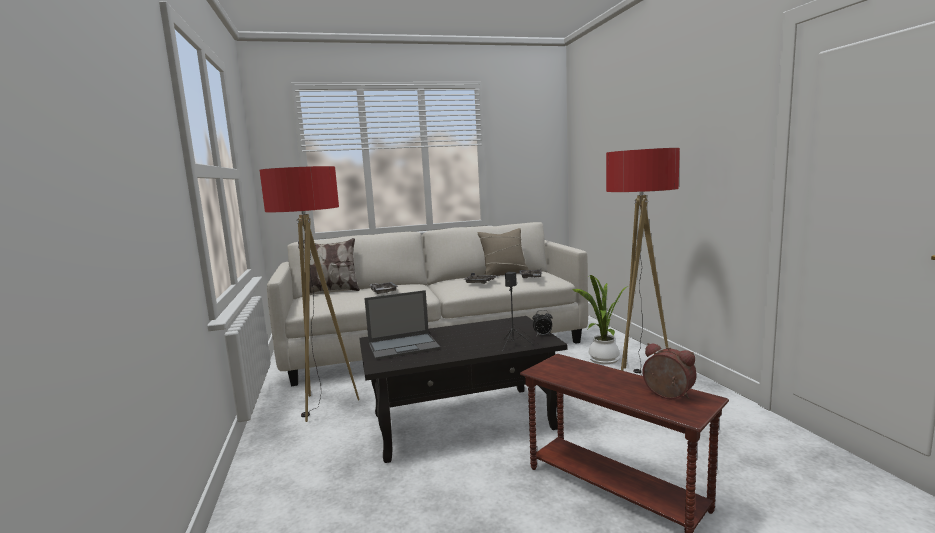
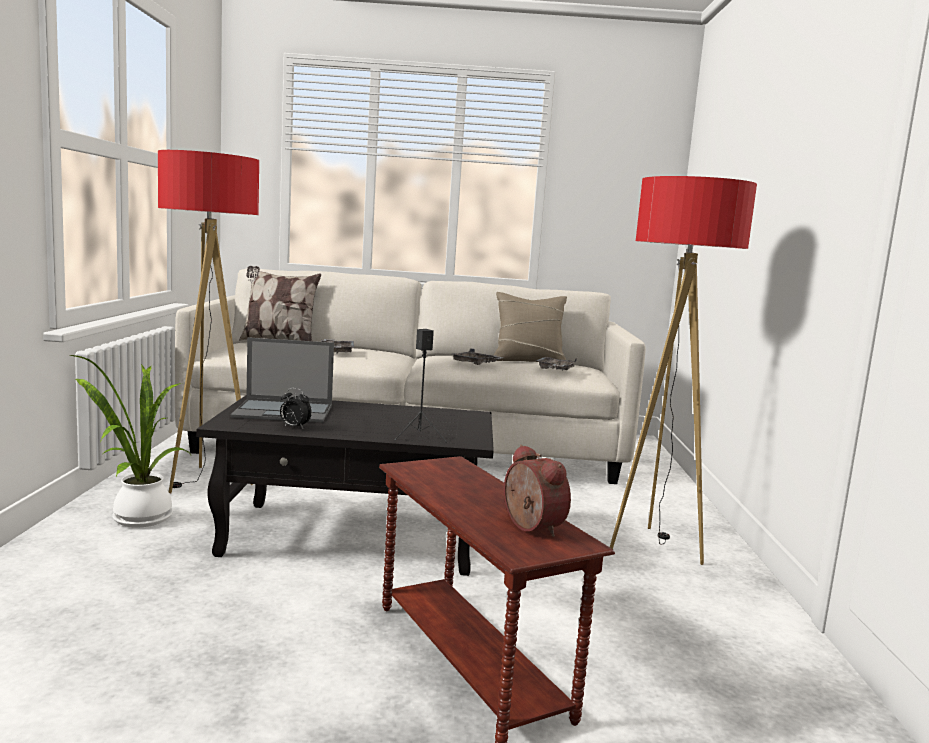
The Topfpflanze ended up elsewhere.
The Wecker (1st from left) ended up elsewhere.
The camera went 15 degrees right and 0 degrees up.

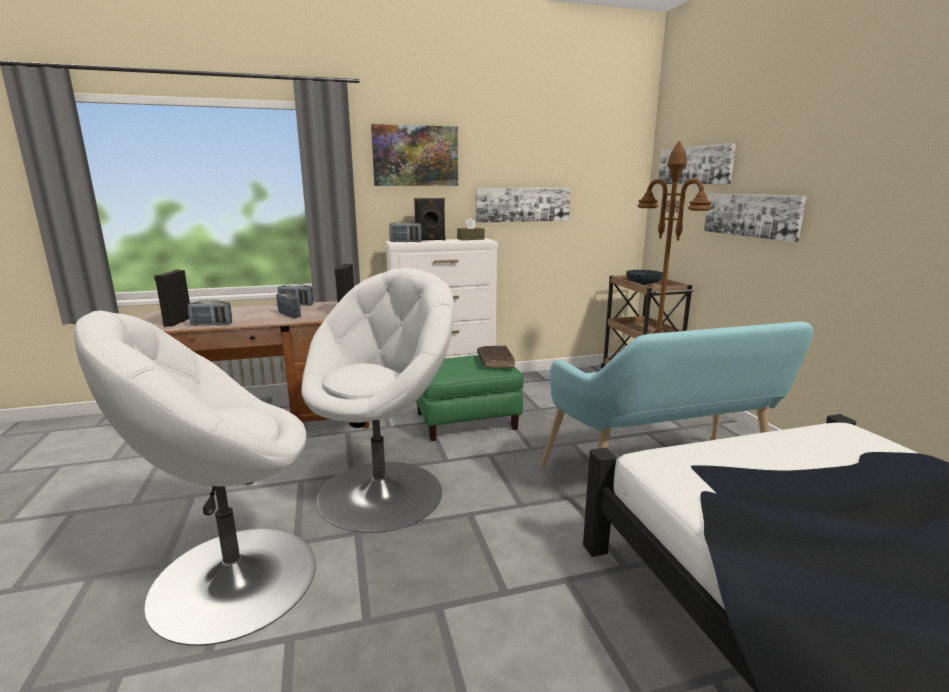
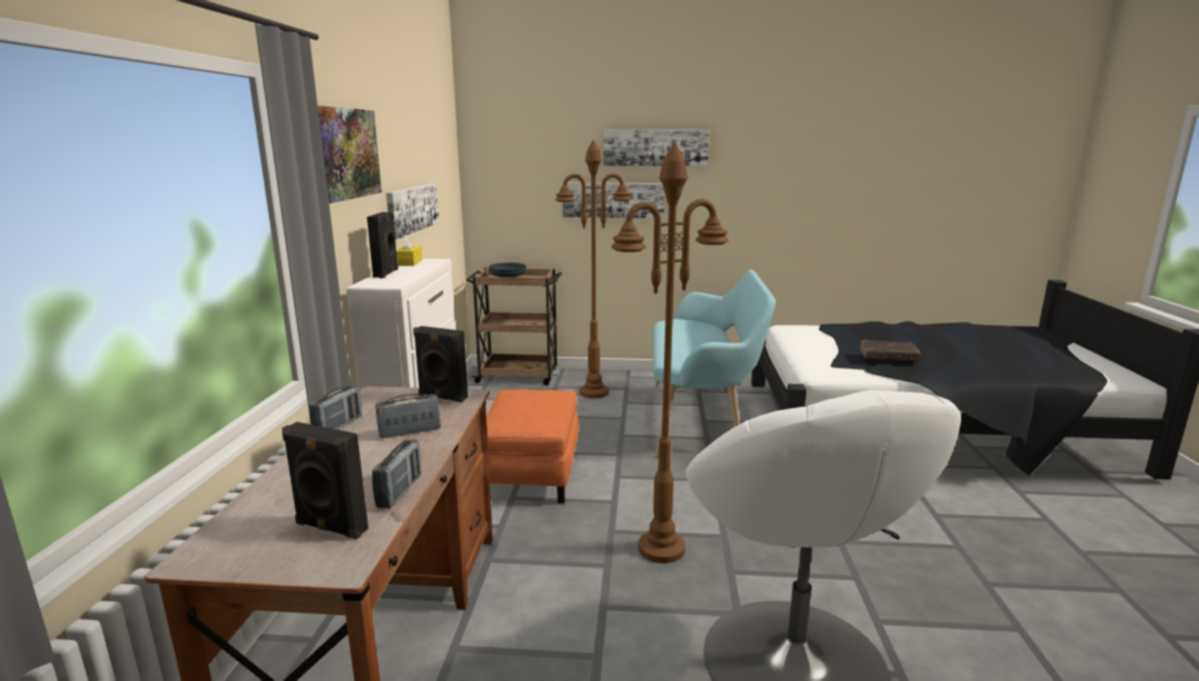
The Bild (3rd from left in the first image) ended up elsewhere.
What was the Taschentuchbox/braun turned into the Taschentuchbox/gelb.
The second view lost the Radio (4th from left).
Where the Sessel/weiß (2nd from left) stood, the Stehlampe/braun (2nd from left) came to stand.
The Buch/braun ended up elsewhere.
What was the Polsterhocker/grün turned into the Polsterhocker/orange.
The camera went 70 degrees left and 0 degrees up.

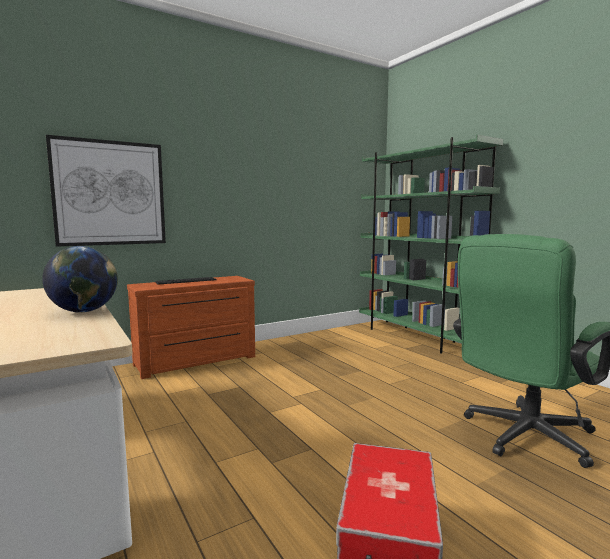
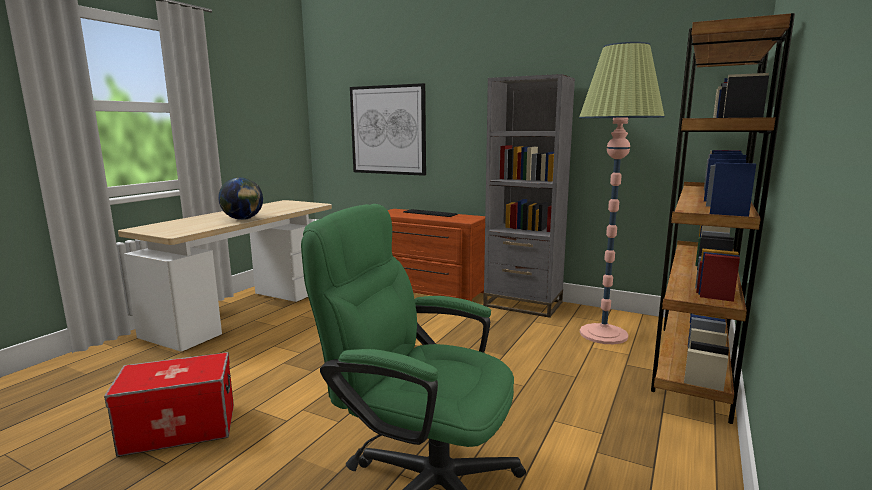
What was the Bücherregal/grün turned into the Bücherregal/braun.
The second view gained the Stehlampe.
The second view gained the Bücherregal/grau.
The camera went 60 degrees right and 5 degrees up.

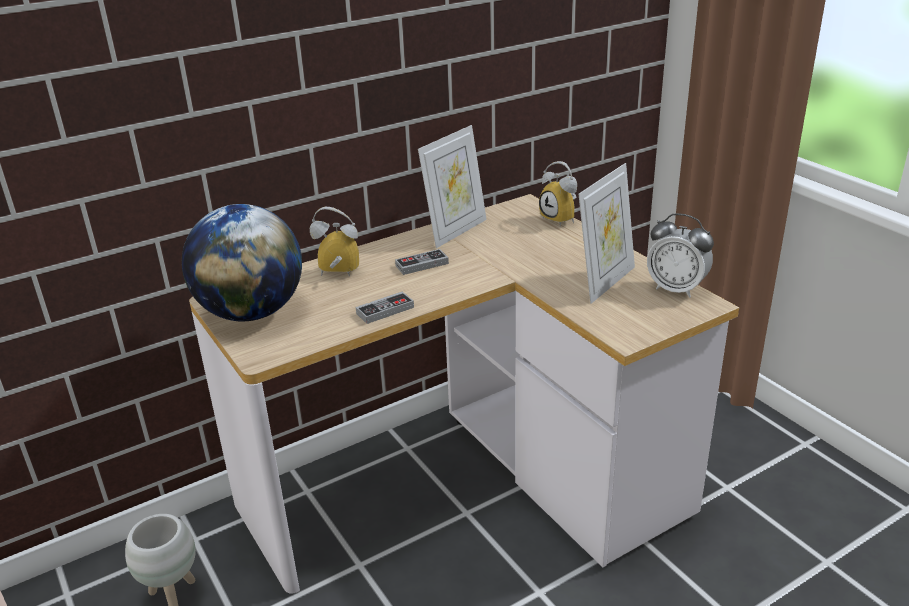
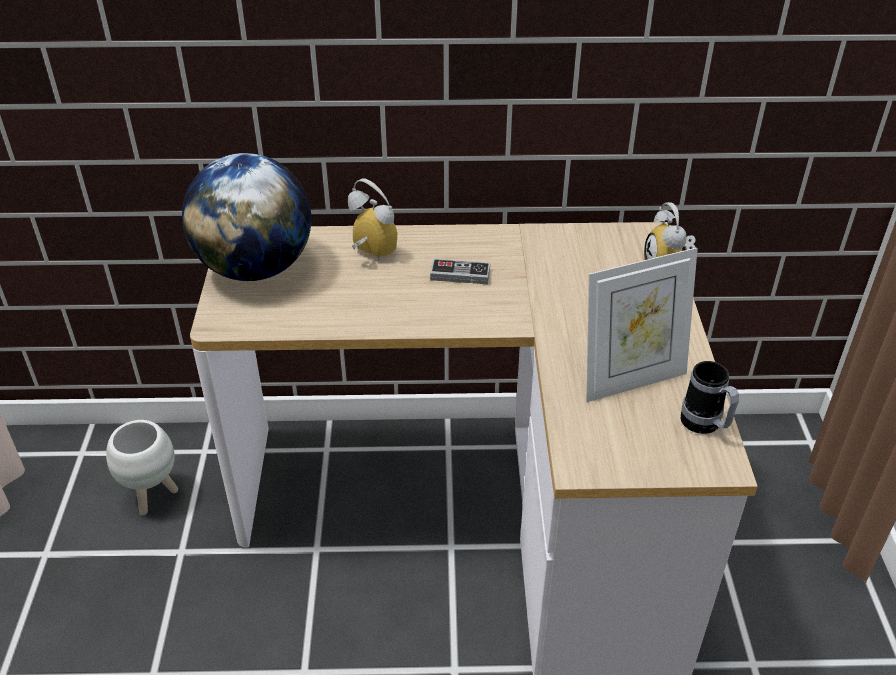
The second view lost the Bilderrahmen (1st from left).
Where the Wecker (3rd from left) stood, the Henkelbecher came to stand.
The second view lost the Gamepad (1st from left).
The camera went 30 degrees right and 10 degrees up.

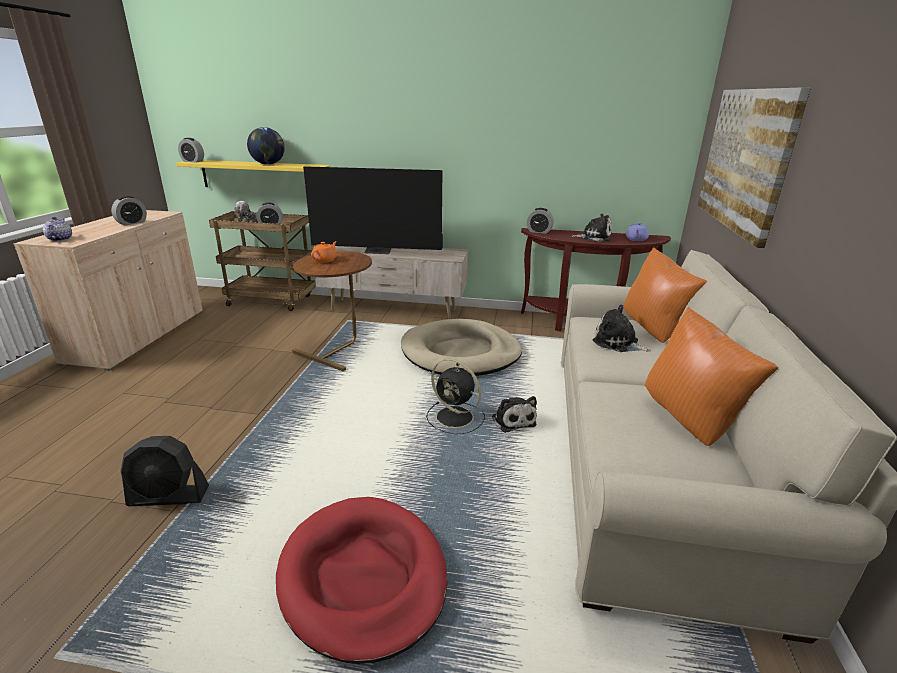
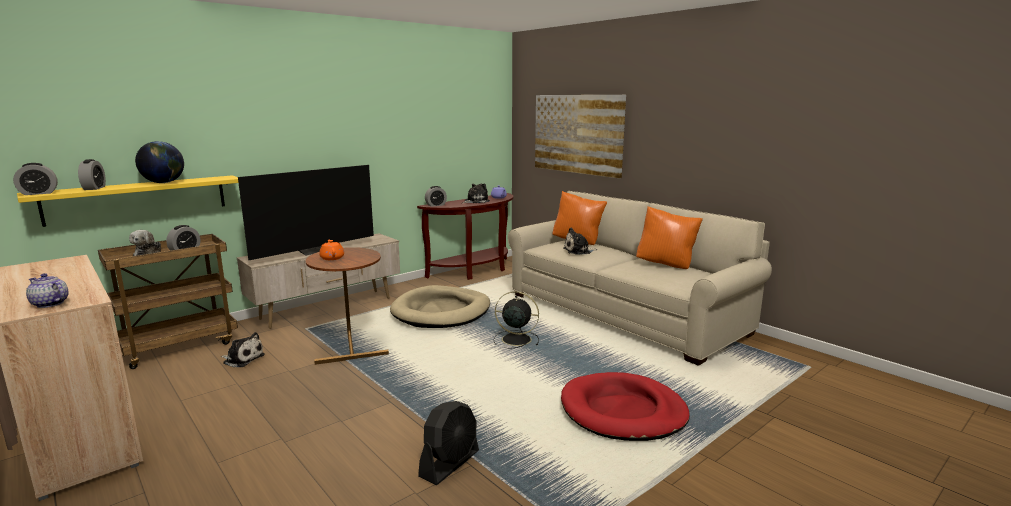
The Wecker (1st from left in the first image) ended up elsewhere.
The Ventilator/schwarz (2nd from left) ended up facing another way, 150 degrees counterclockwise from before.
The Plüschtier (2nd from left) ended up elsewhere.
The camera went 50 degrees left and 10 degrees down.

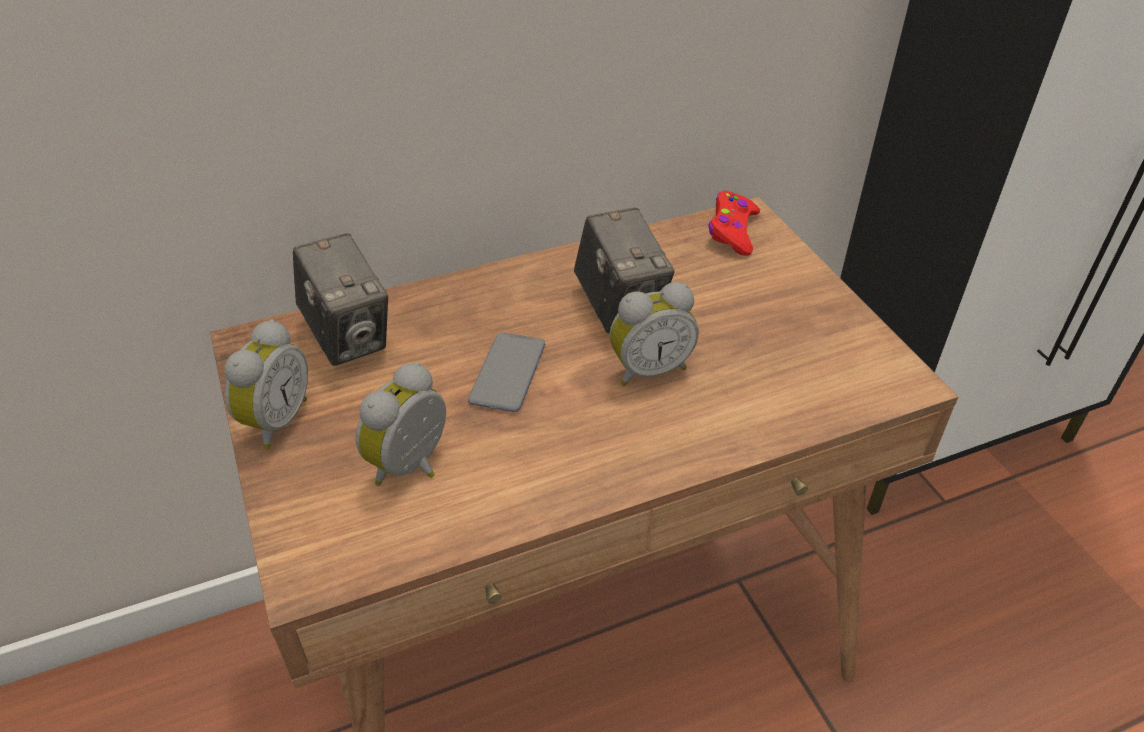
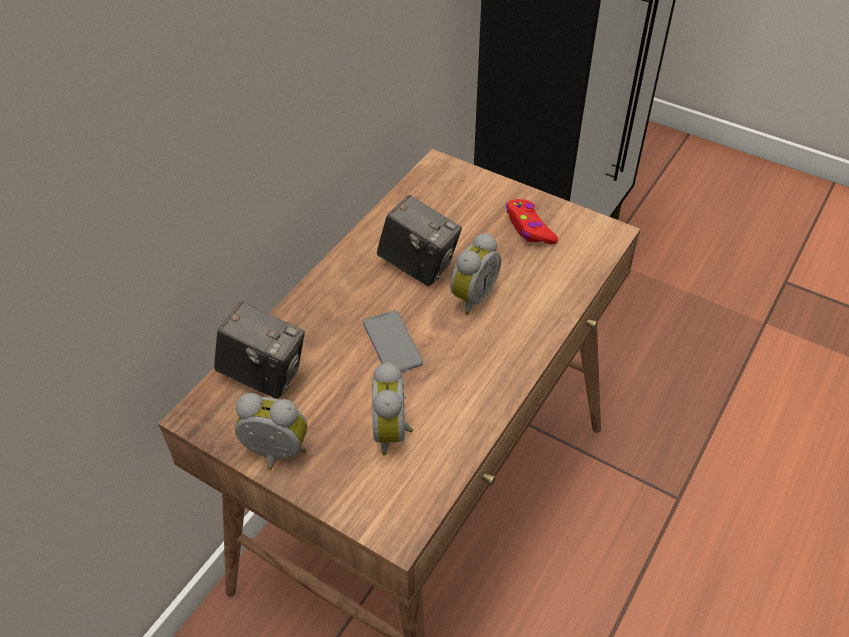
The Gamepad/rot ended up elsewhere.
The Wecker (1st from left) ended up facing another way, 60 degrees counterclockwise from before.
The camera went 35 degrees left and 5 degrees up.

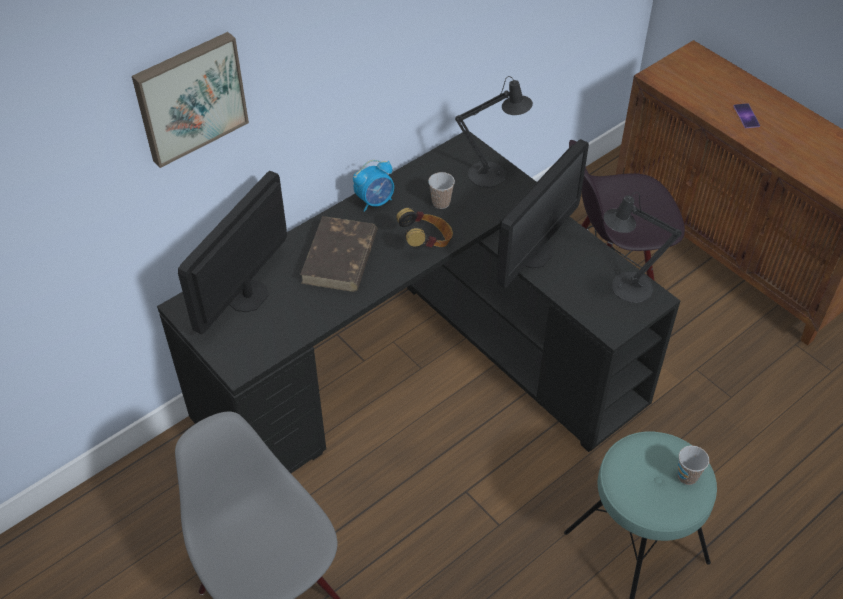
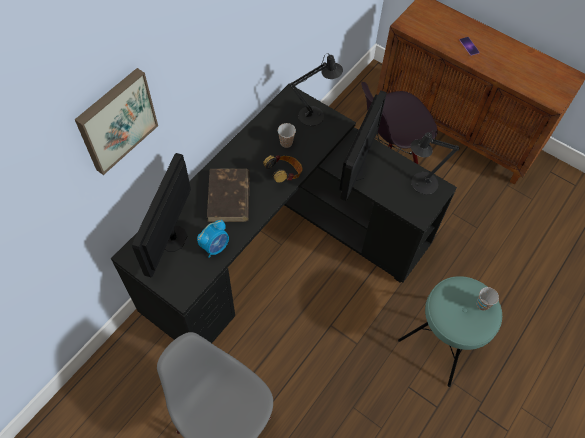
The Wecker ended up elsewhere.
The camera went 15 degrees left and 10 degrees up.

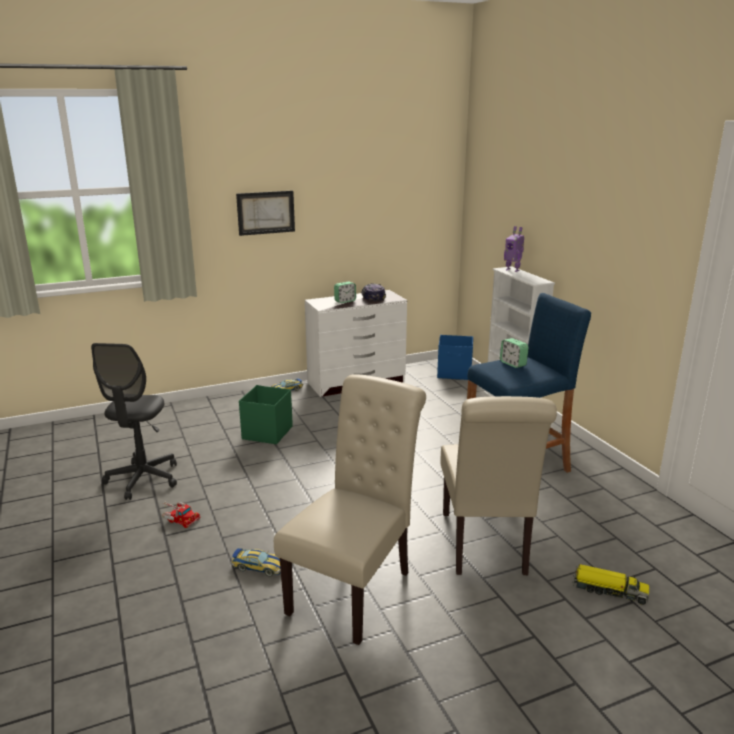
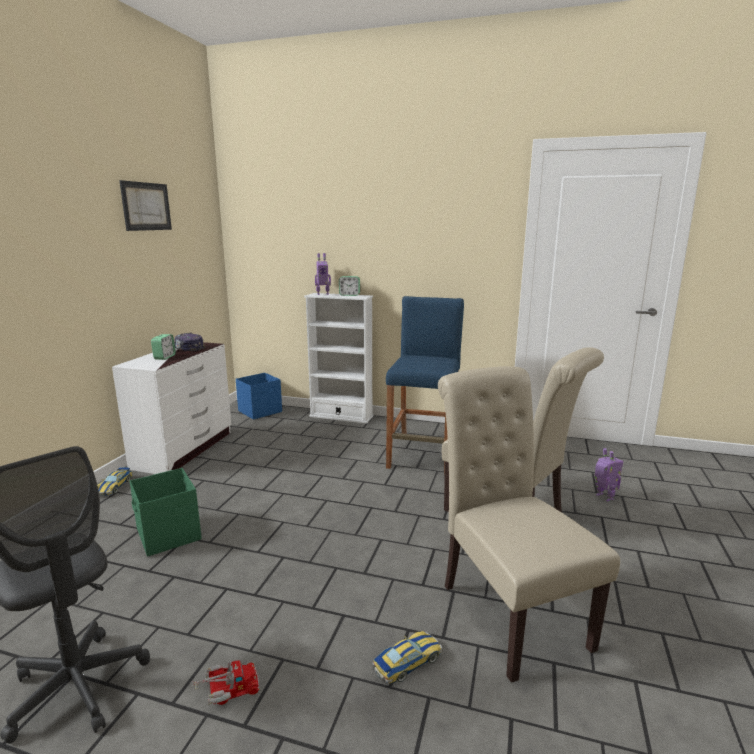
The Bild ended up elsewhere.
The Wecker (2nd from left) ended up elsewhere.
Where the Spielzeuglaster (2nd from left) stood, the Spielzeugroboter (2nd from left) came to stand.
The camera went 50 degrees left and 5 degrees down.

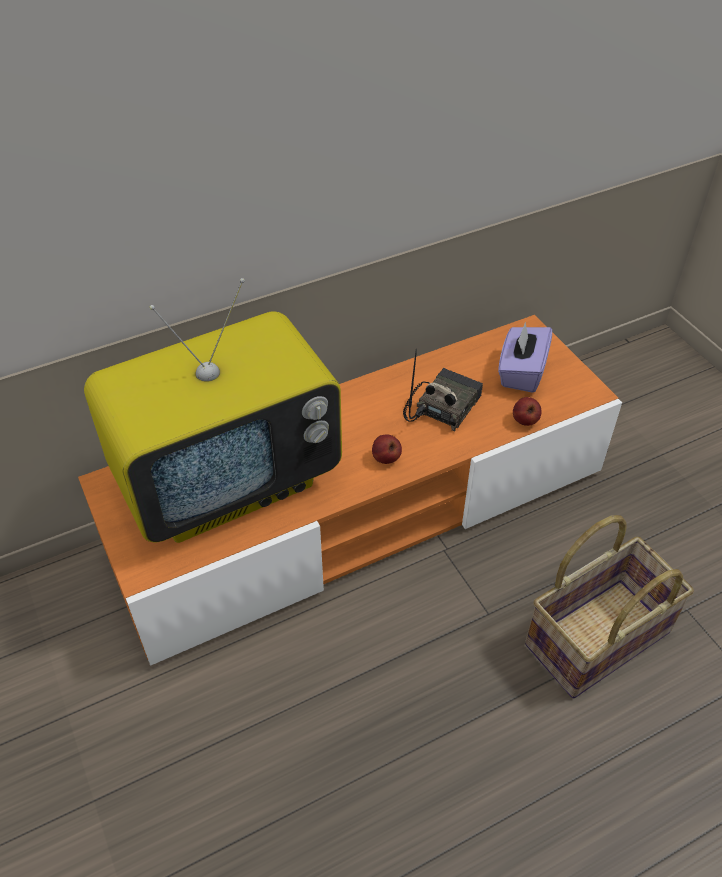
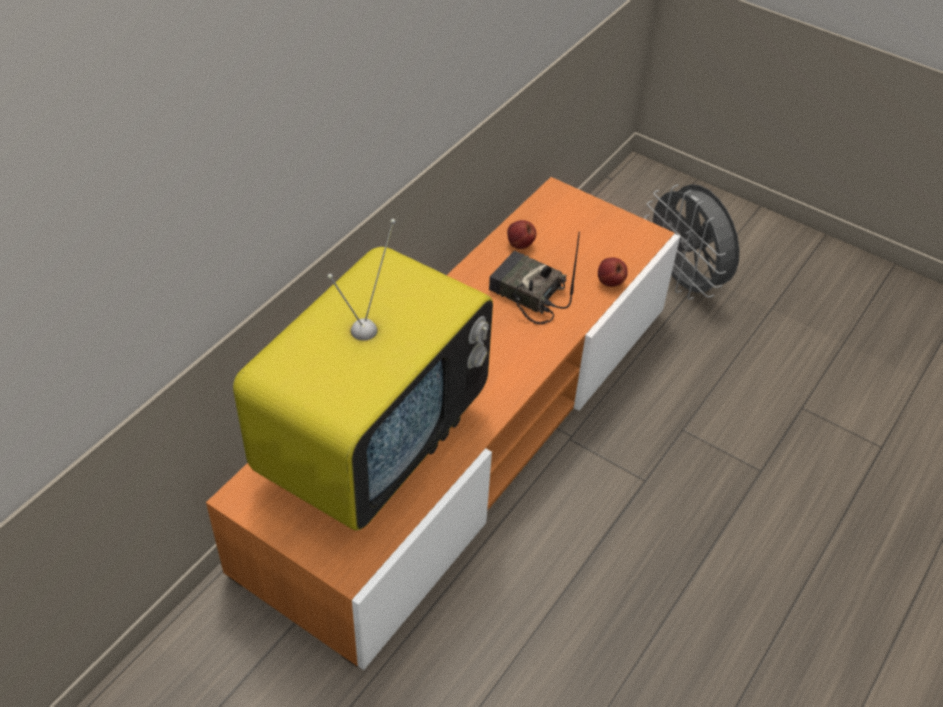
The second view lost the Taschentuchbox/lila.
The Radio ended up facing another way, 60 degrees counterclockwise from before.
The Apfel (1st from left) ended up elsewhere.
The second view lost the Korb.
The second view gained the Ventilator/grau.
The camera went 30 degrees left and 0 degrees up.

